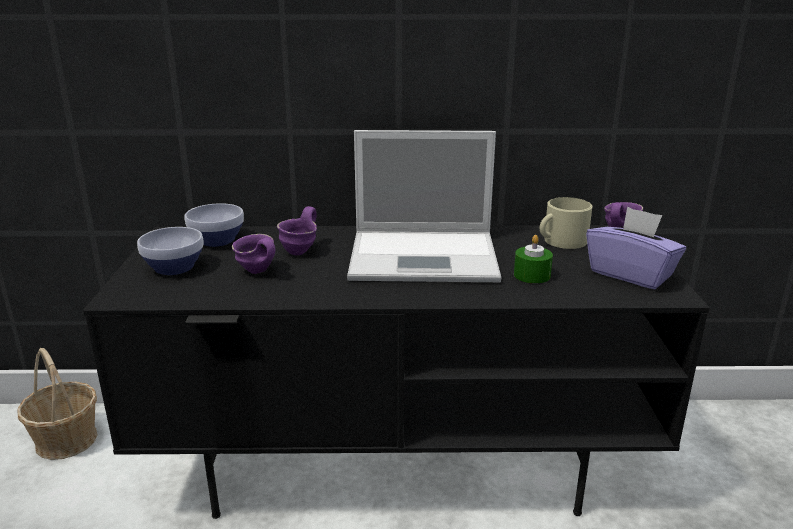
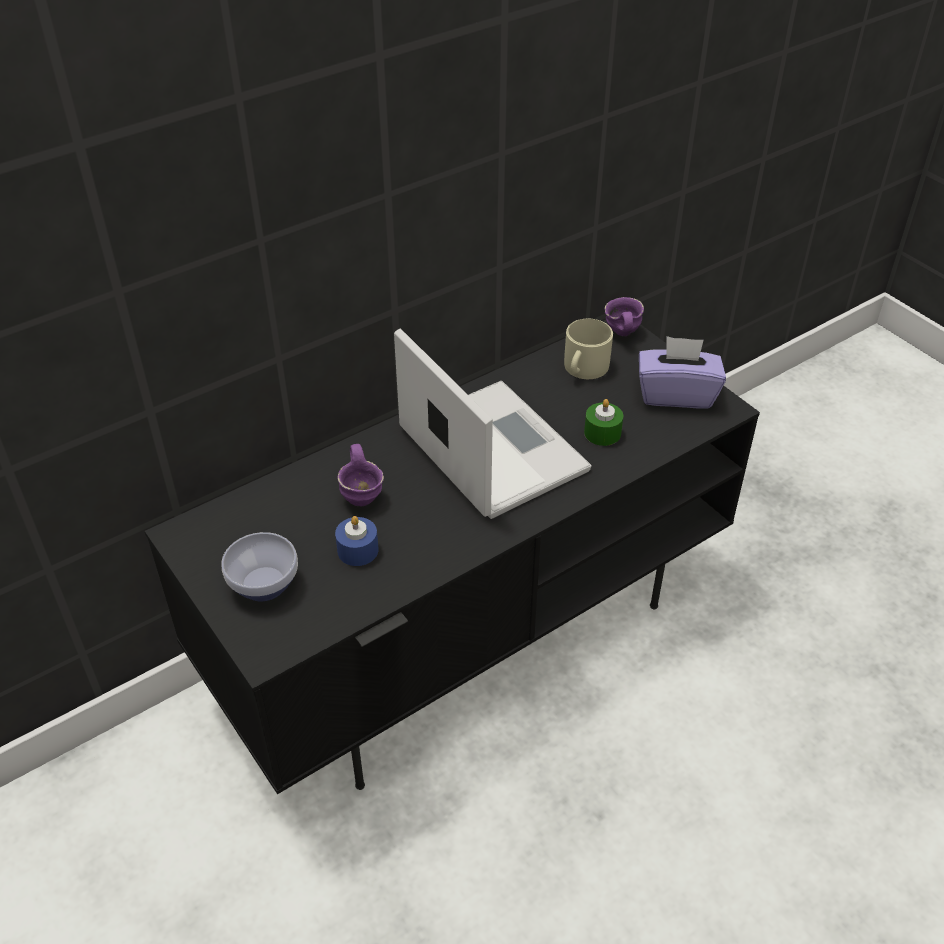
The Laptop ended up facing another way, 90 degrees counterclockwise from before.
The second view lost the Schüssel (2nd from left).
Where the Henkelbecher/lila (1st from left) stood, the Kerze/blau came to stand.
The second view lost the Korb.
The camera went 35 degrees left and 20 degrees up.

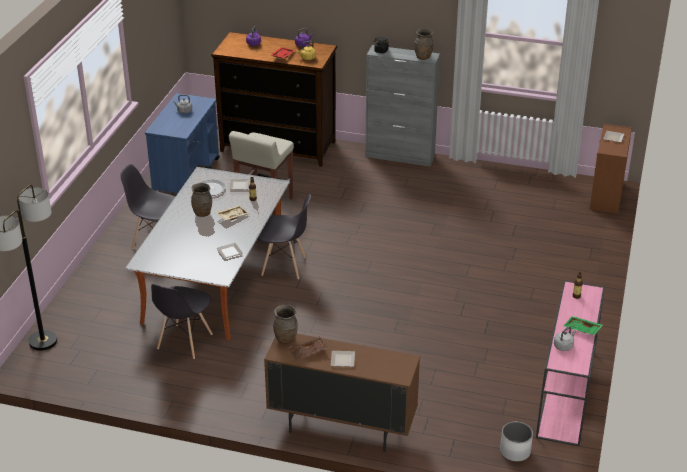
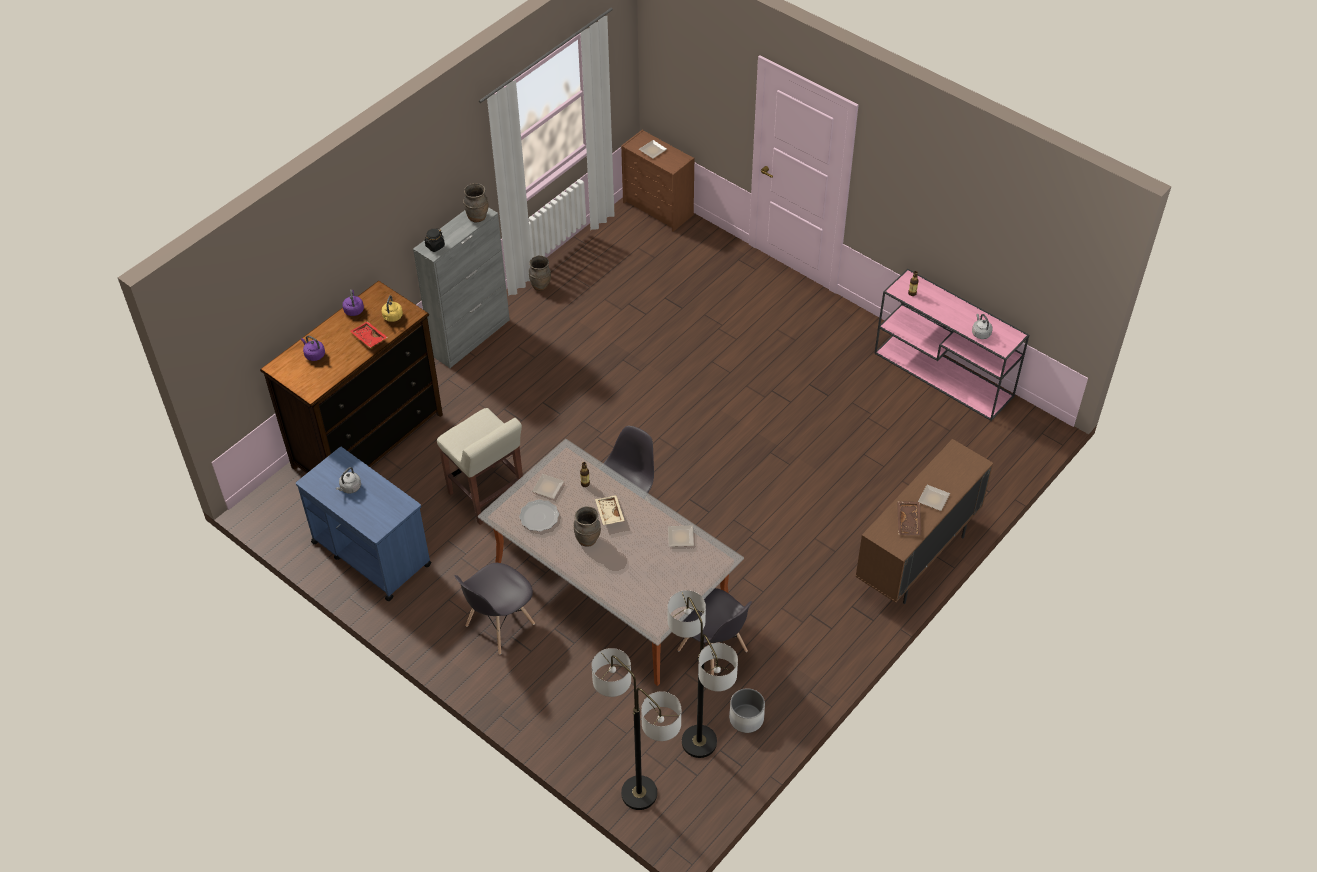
The Vase/braun (2nd from left) ended up elsewhere.
The second view lost the Tablett/grün.
The Pflanzkübel/weiß ended up elsewhere.
The second view gained the Stehlampe (2nd from left).
The camera went 65 degrees left and 15 degrees up.

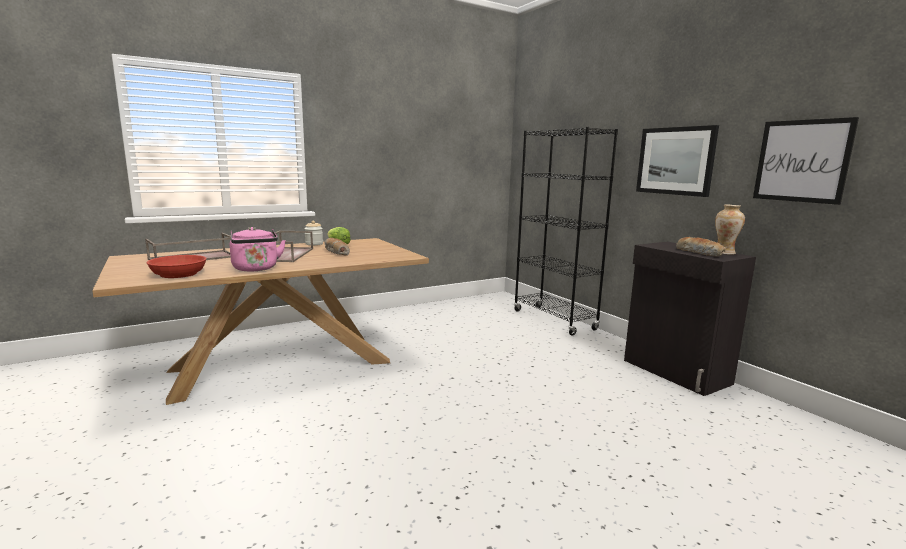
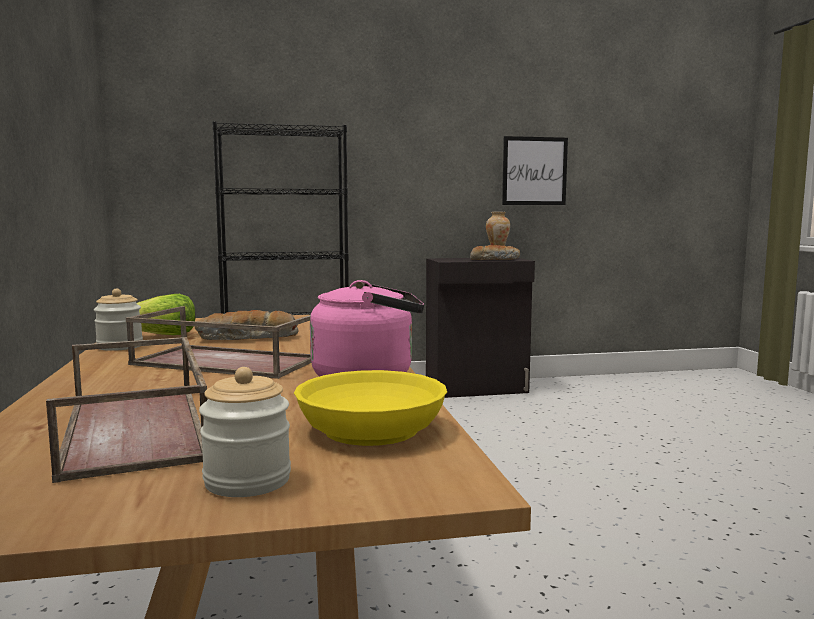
The second view lost the Bild (1st from left).
What was the Schüssel/rot turned into the Schüssel/gelb.
The second view gained the Vorratsglas (2nd from left).
The camera went 70 degrees left and 5 degrees down.

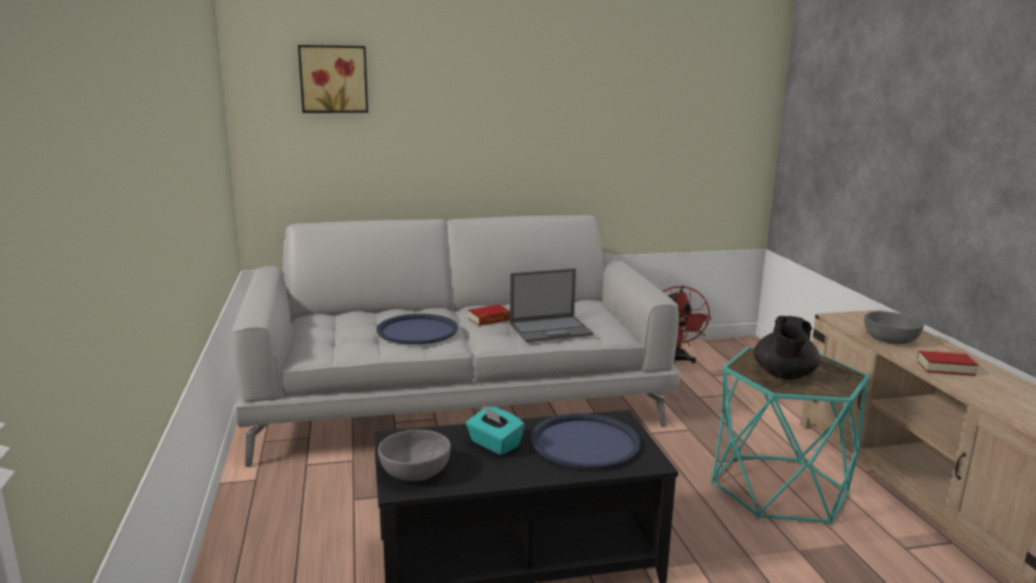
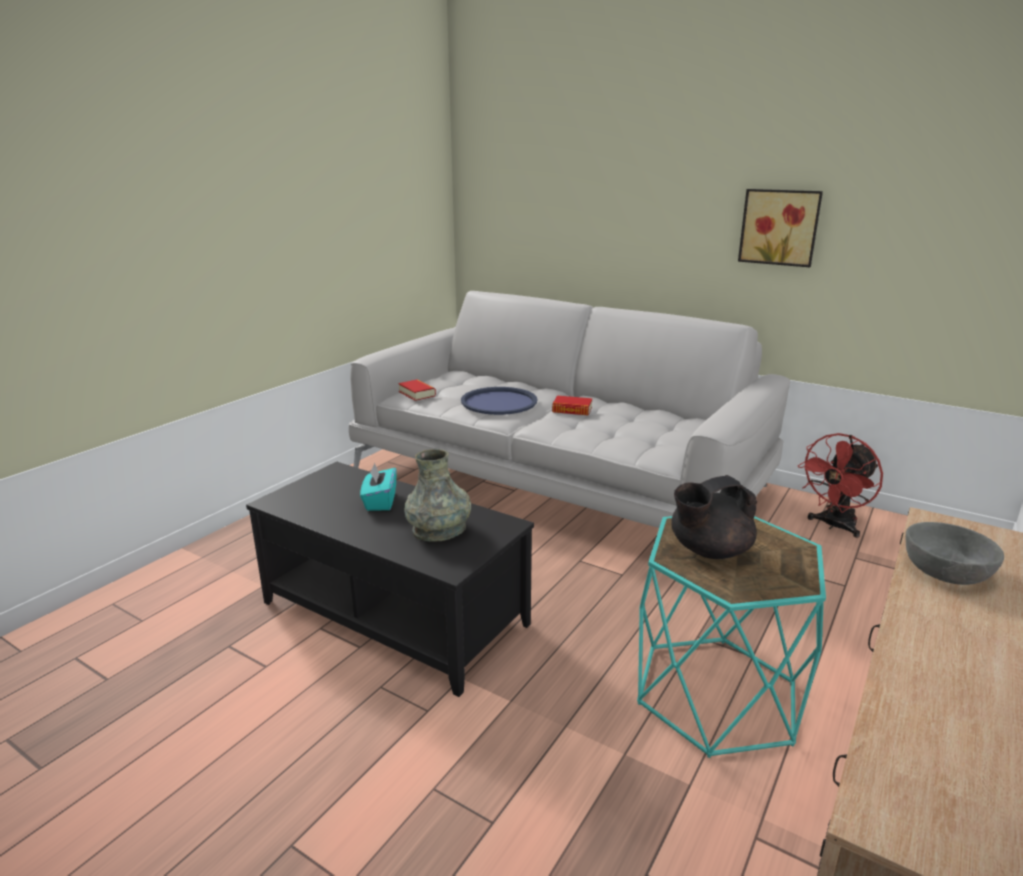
The Bild ended up elsewhere.
The second view lost the Laptop.
The Buch (2nd from left in the first image) ended up elsewhere.
Where the Tablett/blau (2nd from left) stood, the Vase/grau came to stand.
The second view lost the Schüssel/grau (1st from left).
The camera went 45 degrees right and 5 degrees up.

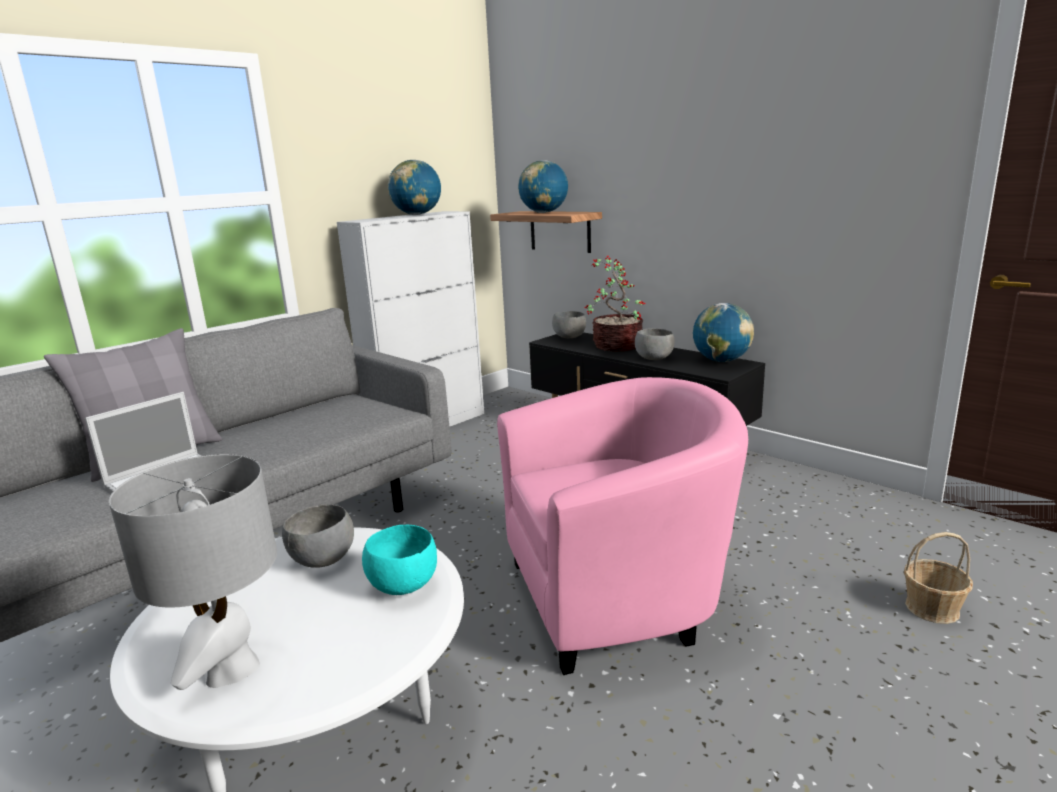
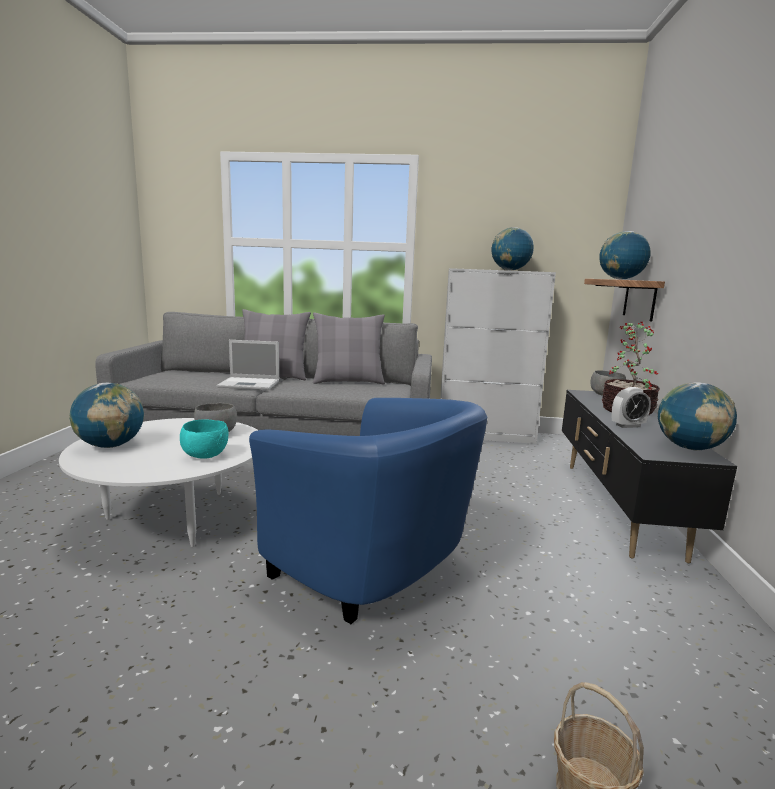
Where the Schüssel/grau (3rd from left) stood, the Wecker came to stand.
What was the Sessel/rosa turned into the Sessel/blau.
Where the Tischlampe/grau stood, the Globus (1st from left) came to stand.
The second view gained the Kissen/grau (2nd from left).
The camera went 50 degrees right and 5 degrees down.

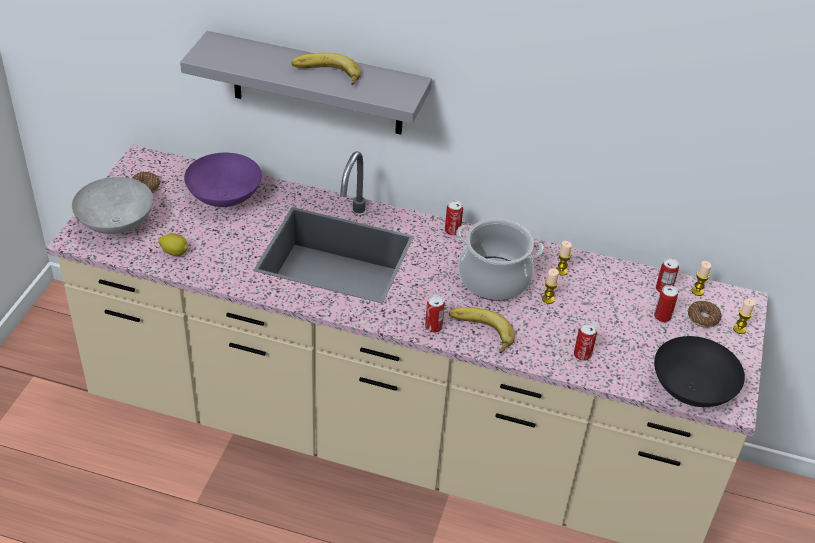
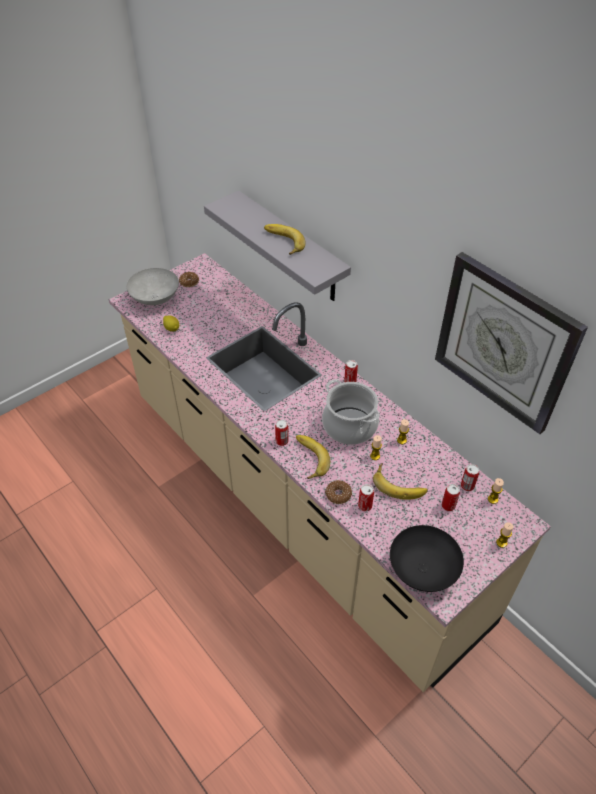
The second view lost the Schüssel/lila.
The Donut (2nd from left) ended up elsewhere.
The second view gained the Wanduhr.
The second view gained the Banane (3rd from left).
The camera went 35 degrees right and 5 degrees up.

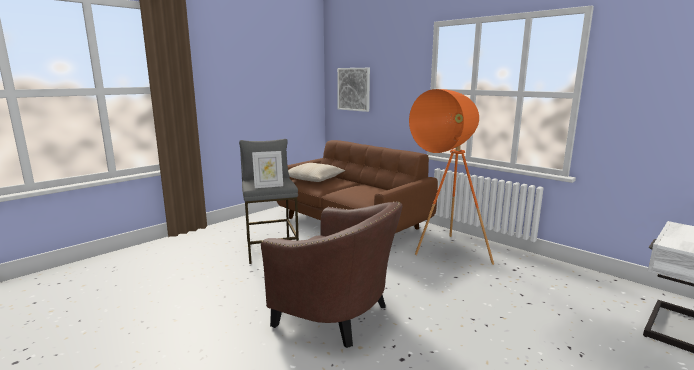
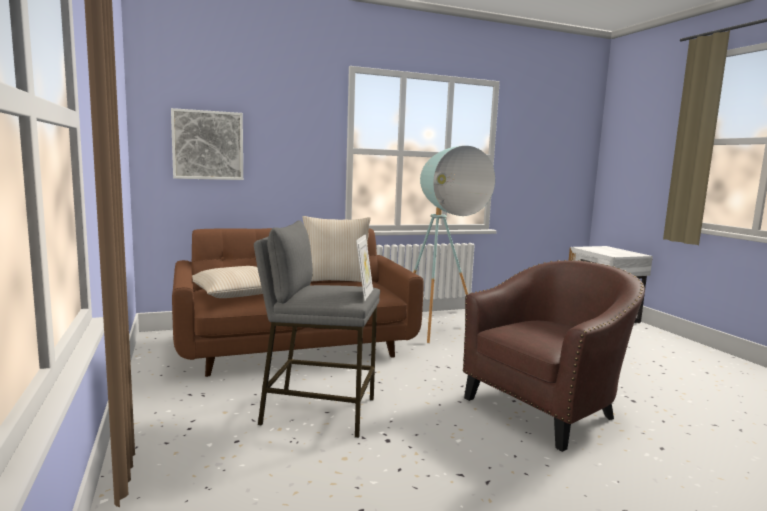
What was the Stehlampe/orange turned into the Stehlampe/türkis.
The second view gained the Kissen/beige (2nd from left).
The camera went 65 degrees left and 5 degrees down.

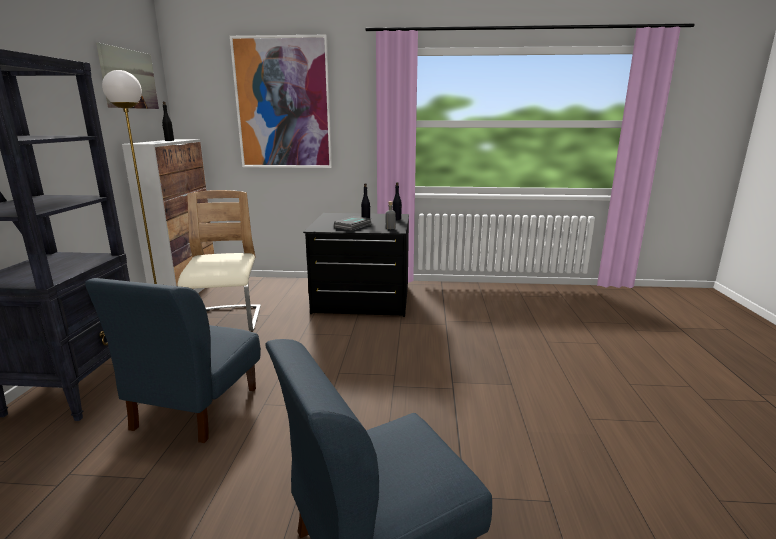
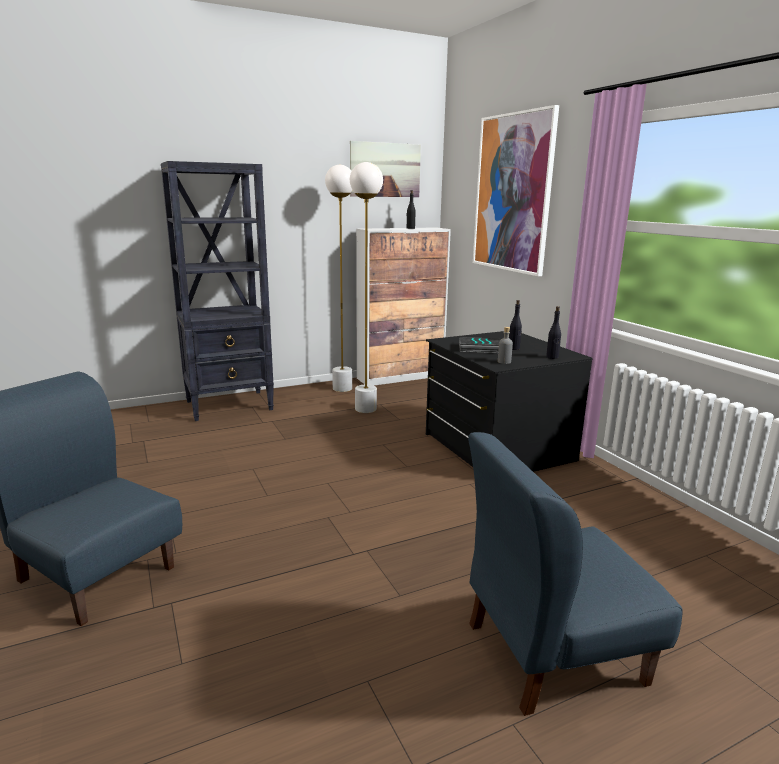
Where the Stuhl/beige stood, the Stehlampe/weiß (2nd from left) came to stand.
The Stuhl/blau (1st from left in the first image) ended up elsewhere.
The camera went 60 degrees right and 0 degrees up.

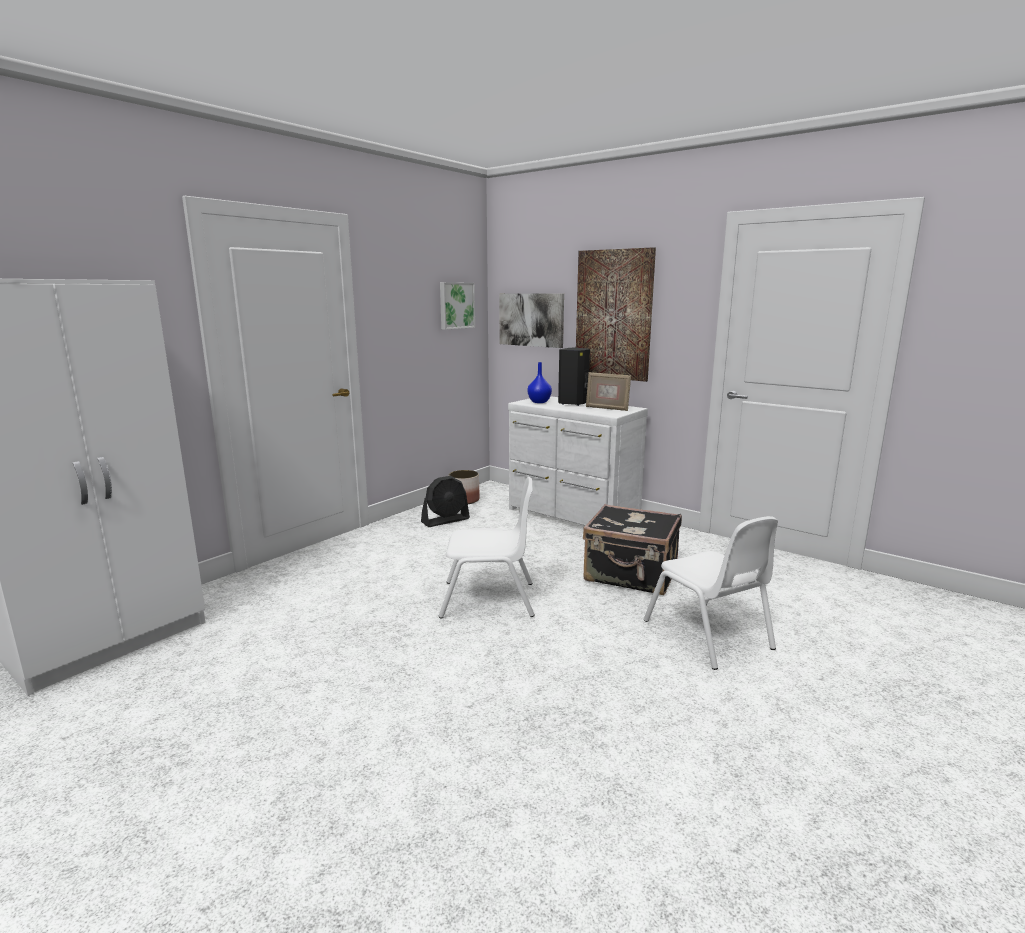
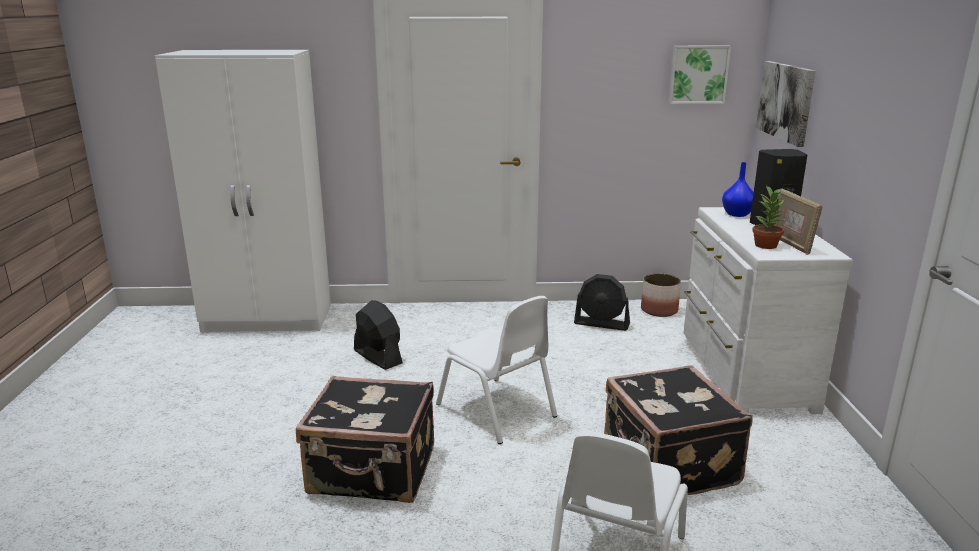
The second view lost the Bild (3rd from left).
The second view gained the Topfpflanze.
The second view gained the Ventilator/schwarz (1st from left).
The second view gained the Koffer/schwarz (1st from left).
The camera went 50 degrees right and 5 degrees up.

